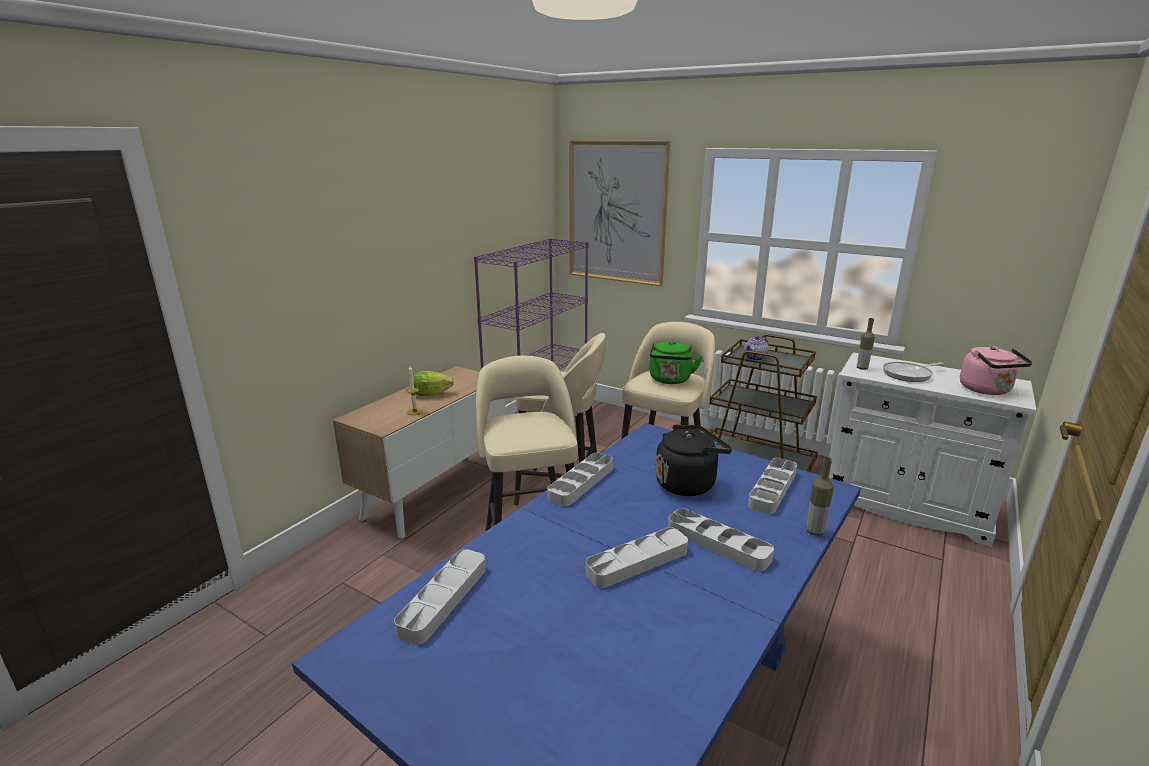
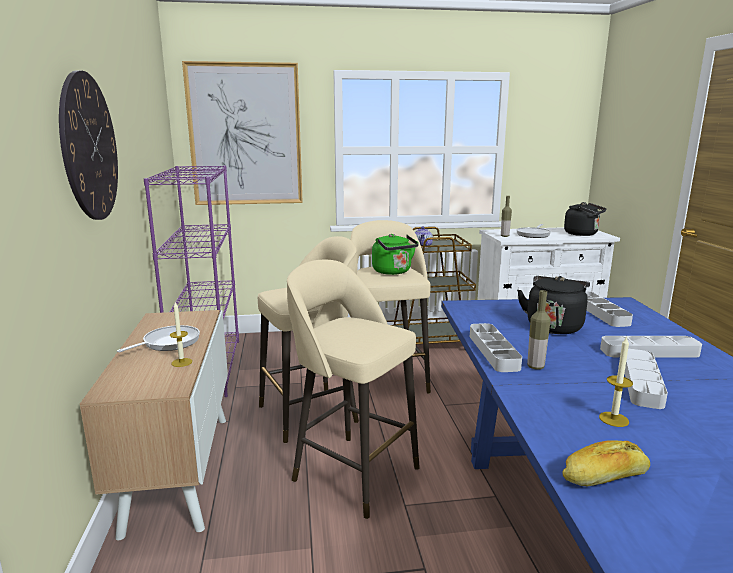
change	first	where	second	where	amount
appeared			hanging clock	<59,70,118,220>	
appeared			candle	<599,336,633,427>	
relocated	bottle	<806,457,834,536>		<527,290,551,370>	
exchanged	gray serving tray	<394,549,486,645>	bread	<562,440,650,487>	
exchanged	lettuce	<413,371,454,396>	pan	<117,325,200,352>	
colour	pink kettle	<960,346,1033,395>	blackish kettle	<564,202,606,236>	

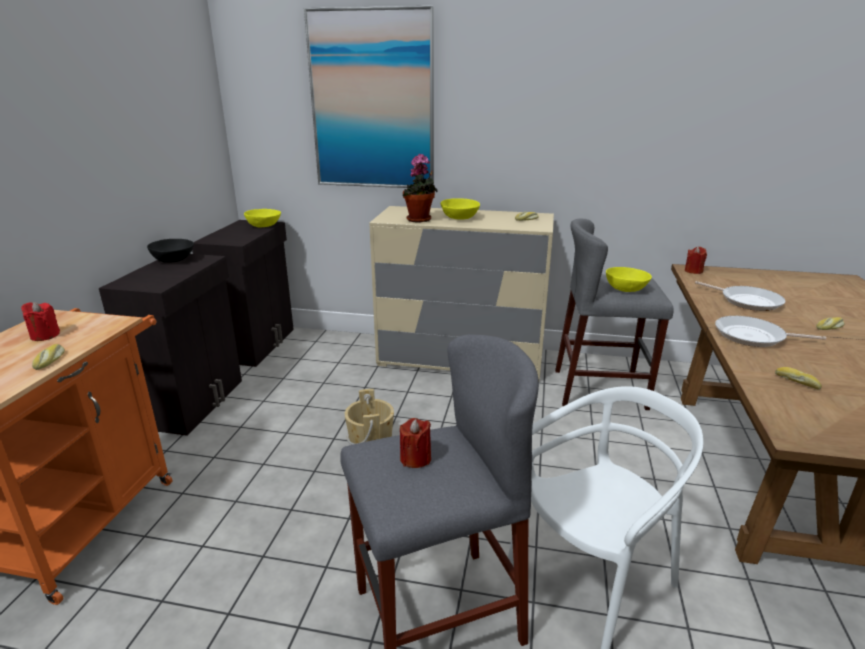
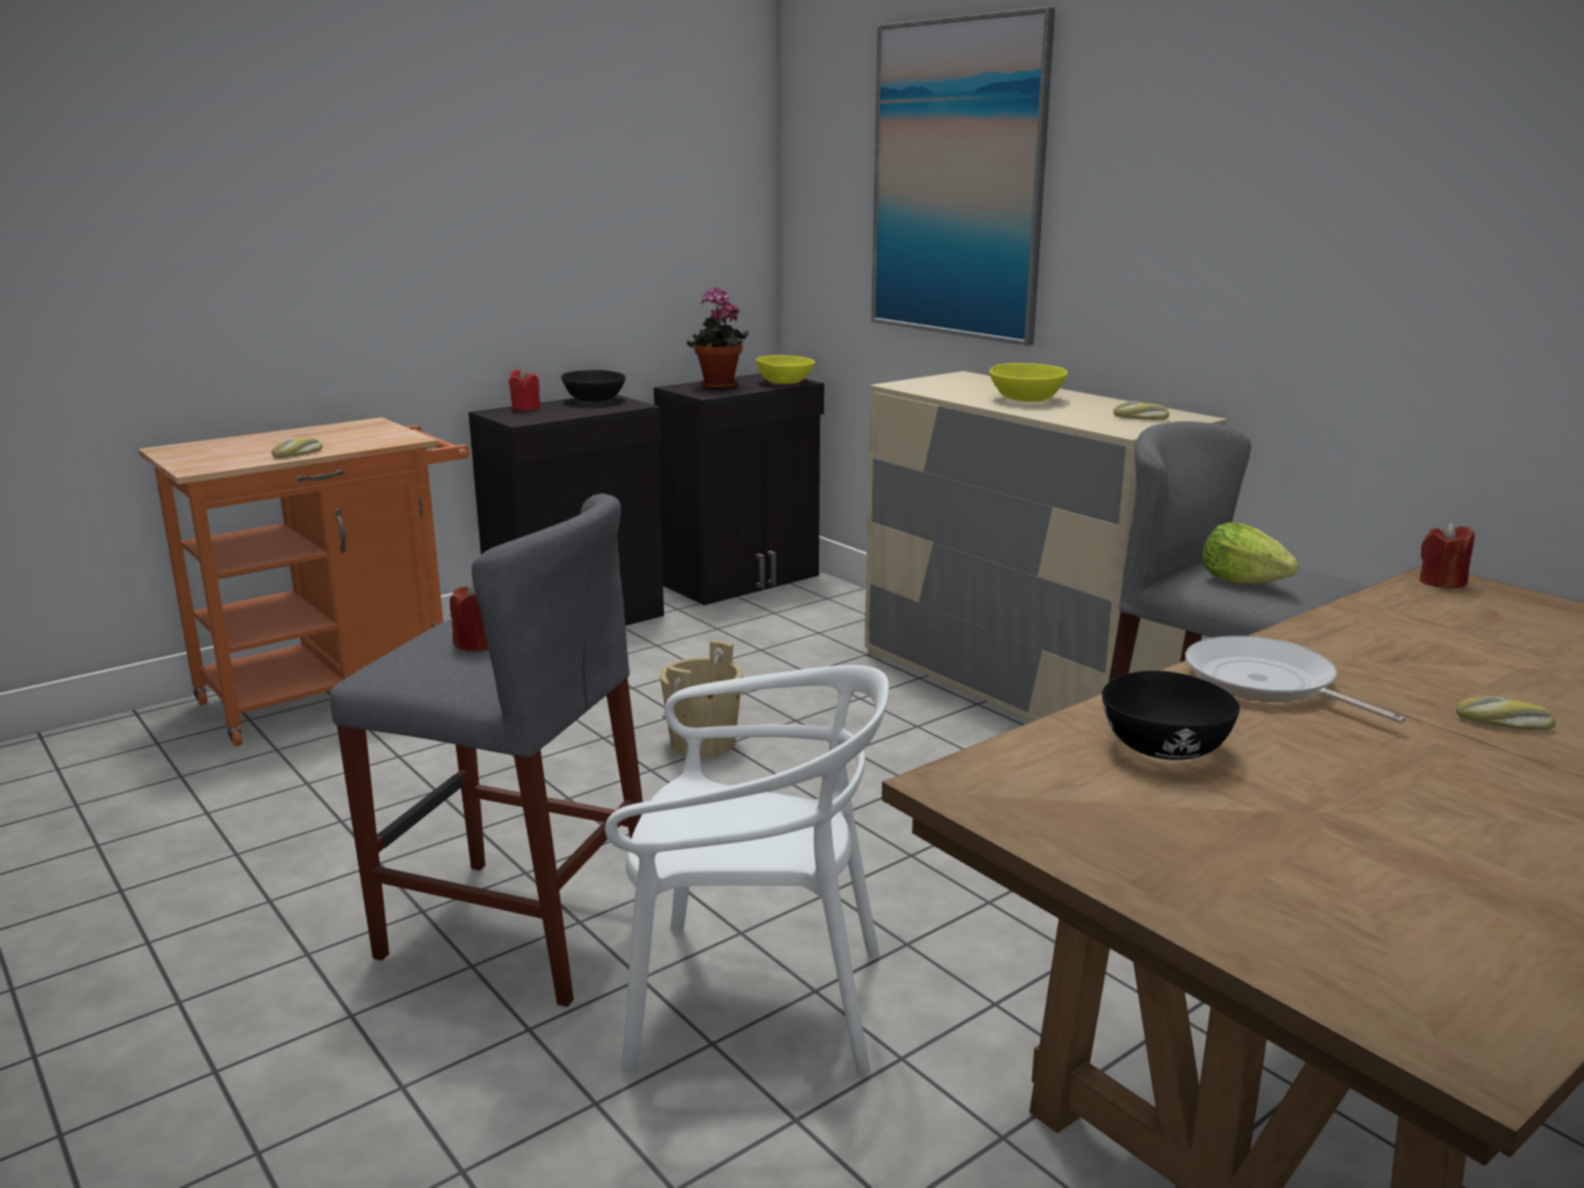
change	first	where	second	where	amount
missing	pan	<695,281,785,311>			
relocated	red candle	<21,302,60,341>		<509,368,541,411>	
relocated	potted plant	<402,154,438,223>		<687,288,749,389>	
exchanged	yellow bowl	<606,267,652,292>	lettuce	<1202,523,1299,584>	
exchanged	bread	<775,367,822,390>	blackish bowl	<1102,671,1240,760>	

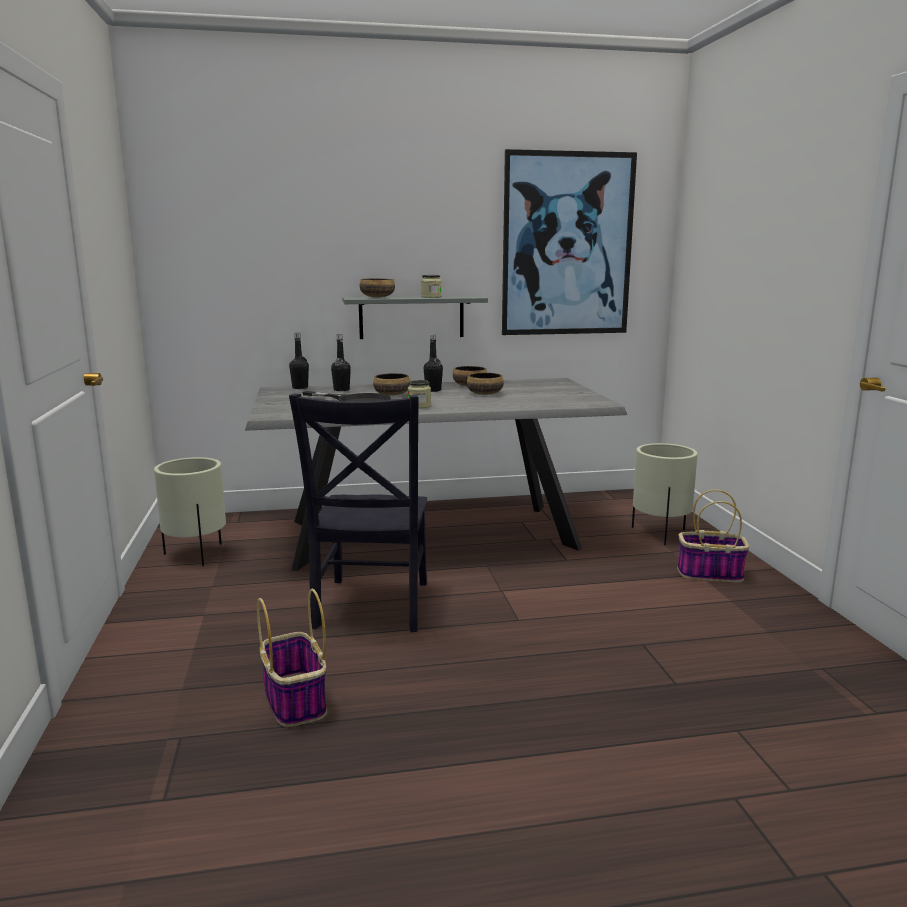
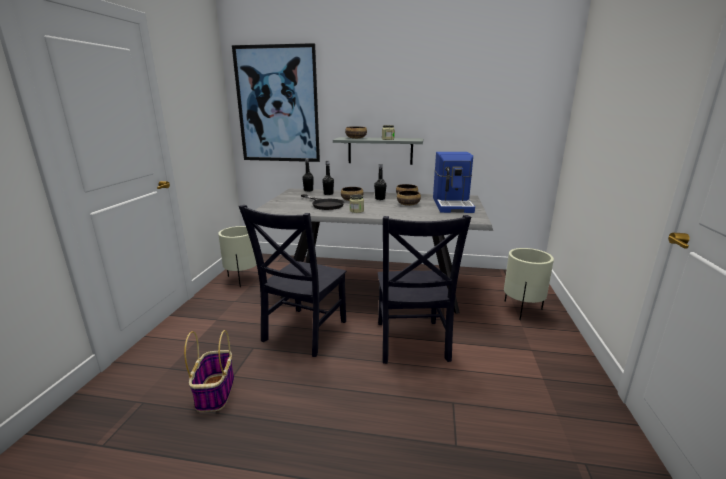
change	first	where	second	where	amount
missing	household basket	<677,489,749,582>			
appeared			blackish plain chair	<378,215,471,364>	
appeared			coffee brewer	<433,152,475,213>	
relocated	wall art	<502,149,637,335>		<232,43,320,162>	

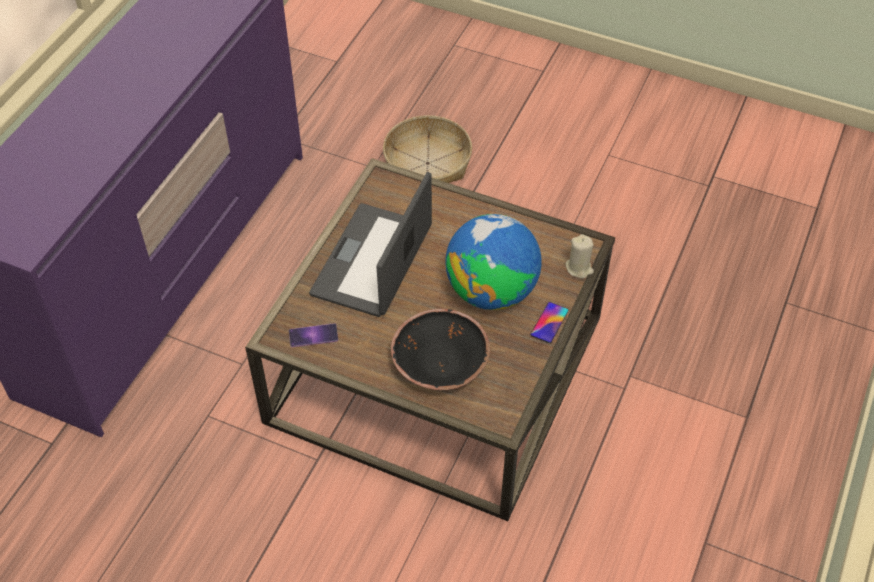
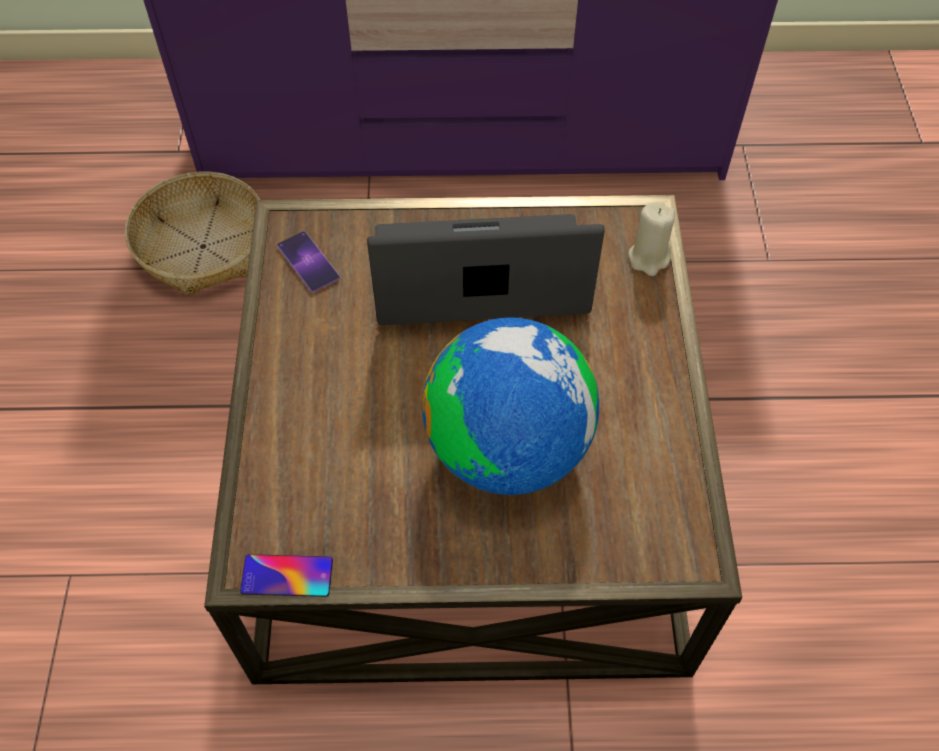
change	first	where	second	where	amount
missing	blackish bowl	<391,309,490,390>			
relocated	household basket	<383,115,472,183>		<125,171,260,296>	
relocated	telephone	<530,302,569,343>		<240,554,333,597>	
relocated	beige-coloured candle	<566,234,594,279>		<628,202,675,276>	

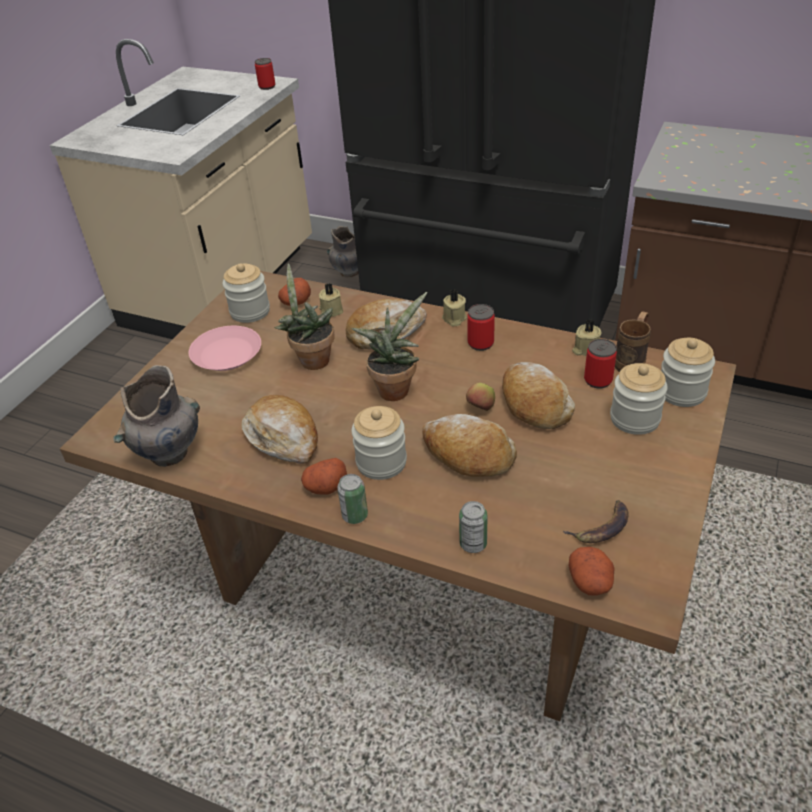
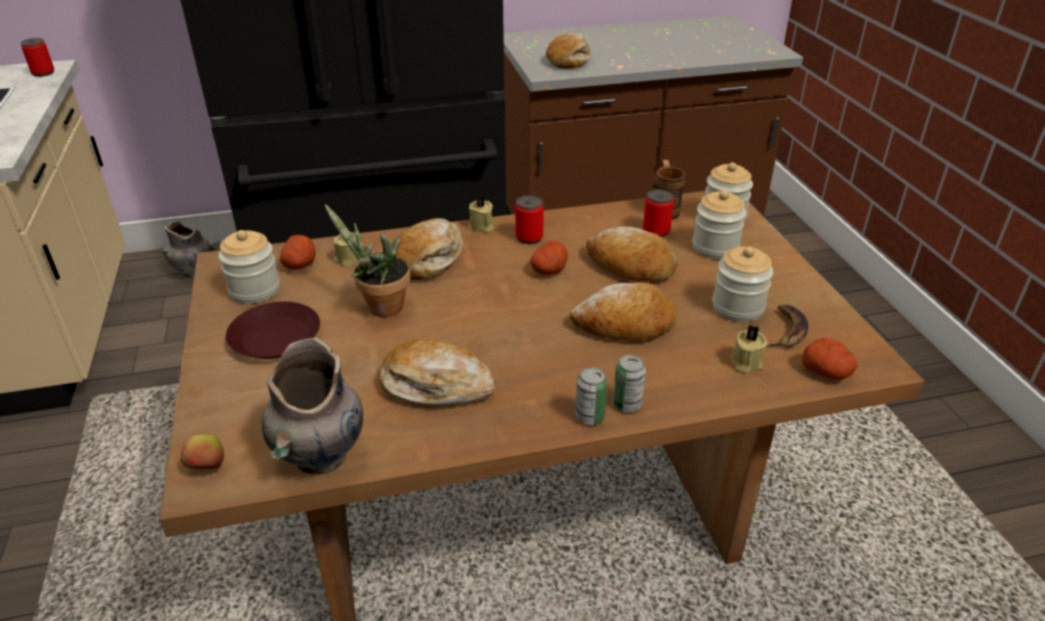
change	first	where	second	where	amount
missing	potted plant	<351,292,427,401>			
appeared			bread	<546,32,591,69>	
relocated	whole potato	<301,458,347,495>		<530,241,568,275>	
relocated	storage jar	<351,406,407,480>		<712,246,773,322>	
relocated	can	<459,501,488,553>		<613,355,646,413>	
relocated	apple fruit	<466,383,495,411>		<181,434,224,469>	
relocated	beige-coloured candle	<572,320,601,356>		<730,325,768,374>	
colour	pink flat dish	<189,326,261,371>	brown flat dish	<226,302,320,359>	

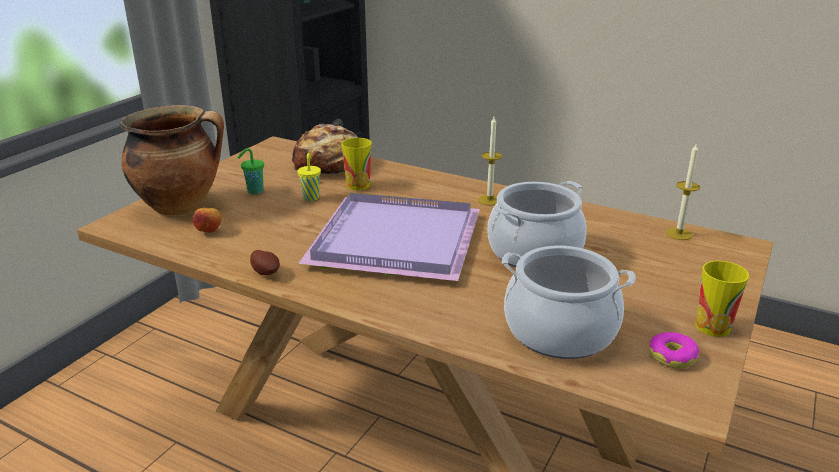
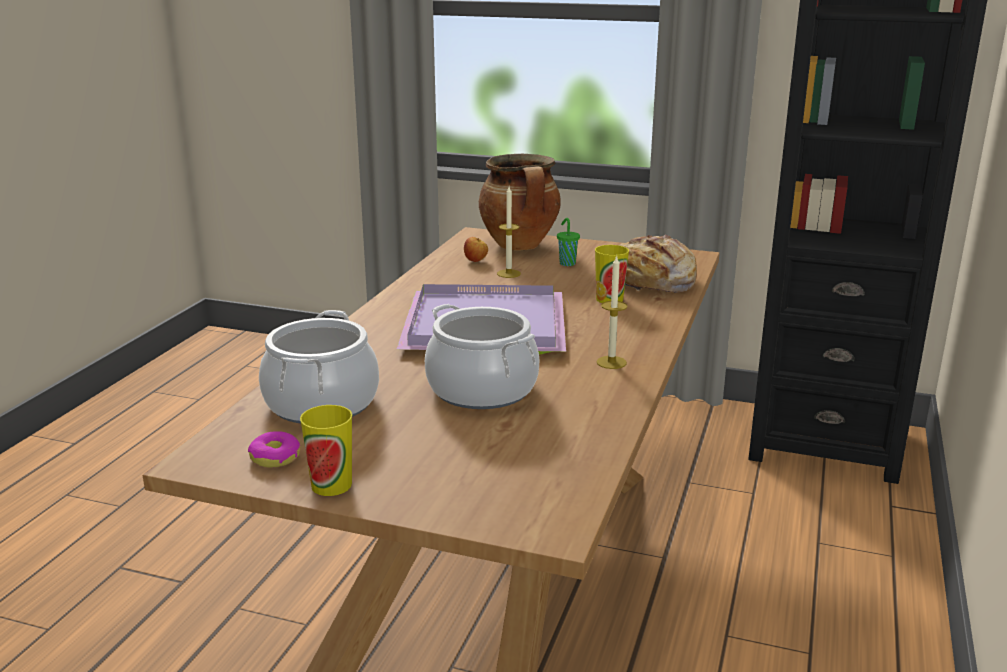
change	first	where	second	where	amount
missing	whole potato	<250,250,280,275>			
missing	yellow drinking cup	<297,153,321,201>			
relocated	candle	<666,142,700,240>		<497,187,521,278>	

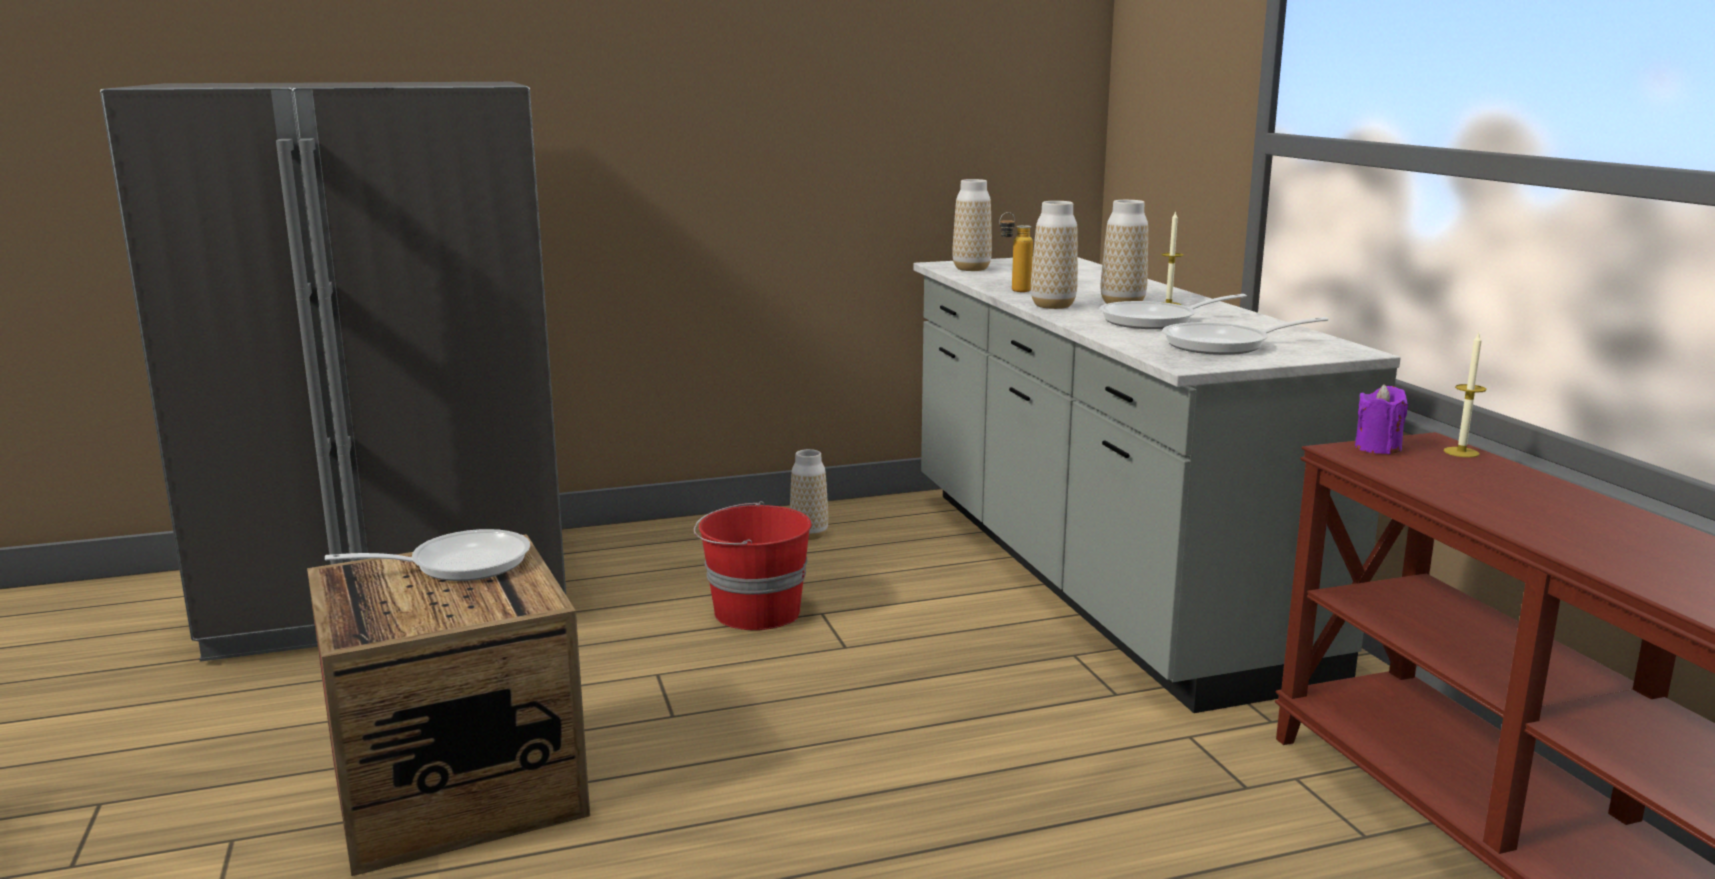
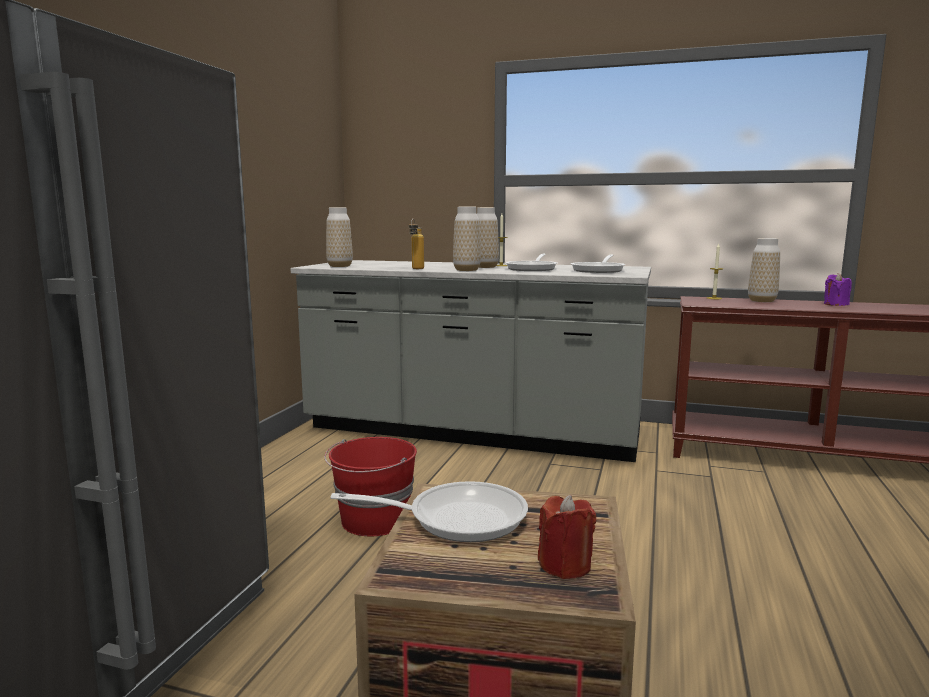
change	first	where	second	where	amount
appeared			red candle	<538,495,596,579>	
relocated	vase	<790,449,828,540>		<748,238,780,302>	
relocated	purple-coloured candle	<1355,384,1408,454>		<824,273,852,306>	
spun	pan	<325,529,530,581>		<330,481,528,542>	75 degrees clockwise

